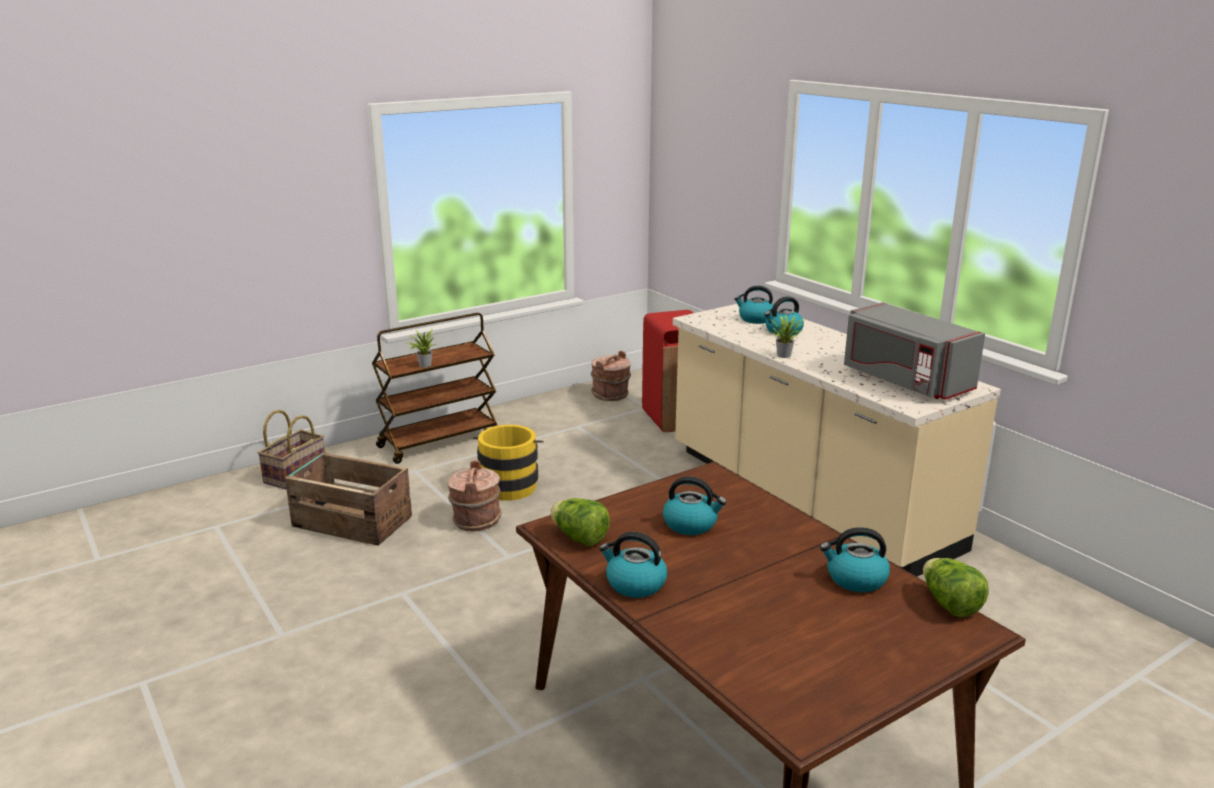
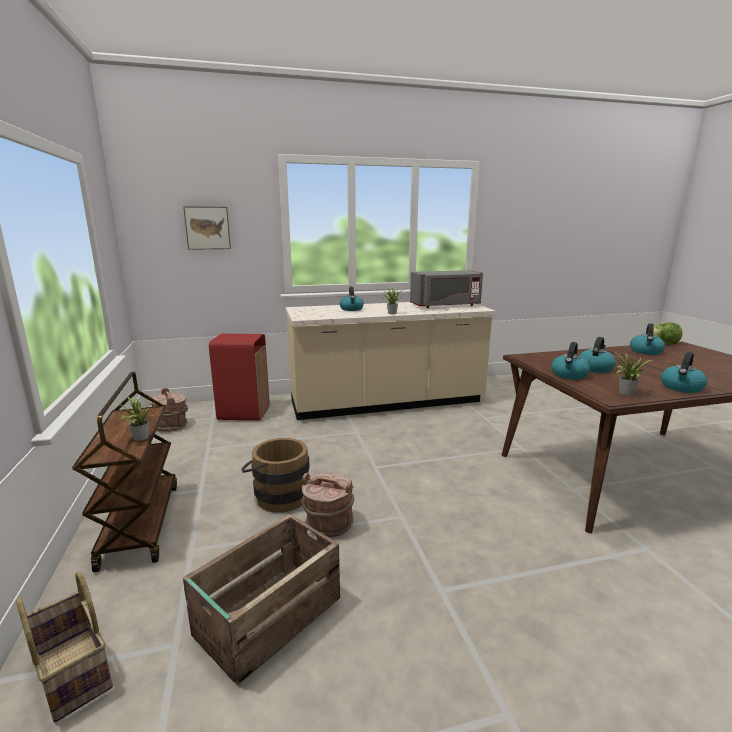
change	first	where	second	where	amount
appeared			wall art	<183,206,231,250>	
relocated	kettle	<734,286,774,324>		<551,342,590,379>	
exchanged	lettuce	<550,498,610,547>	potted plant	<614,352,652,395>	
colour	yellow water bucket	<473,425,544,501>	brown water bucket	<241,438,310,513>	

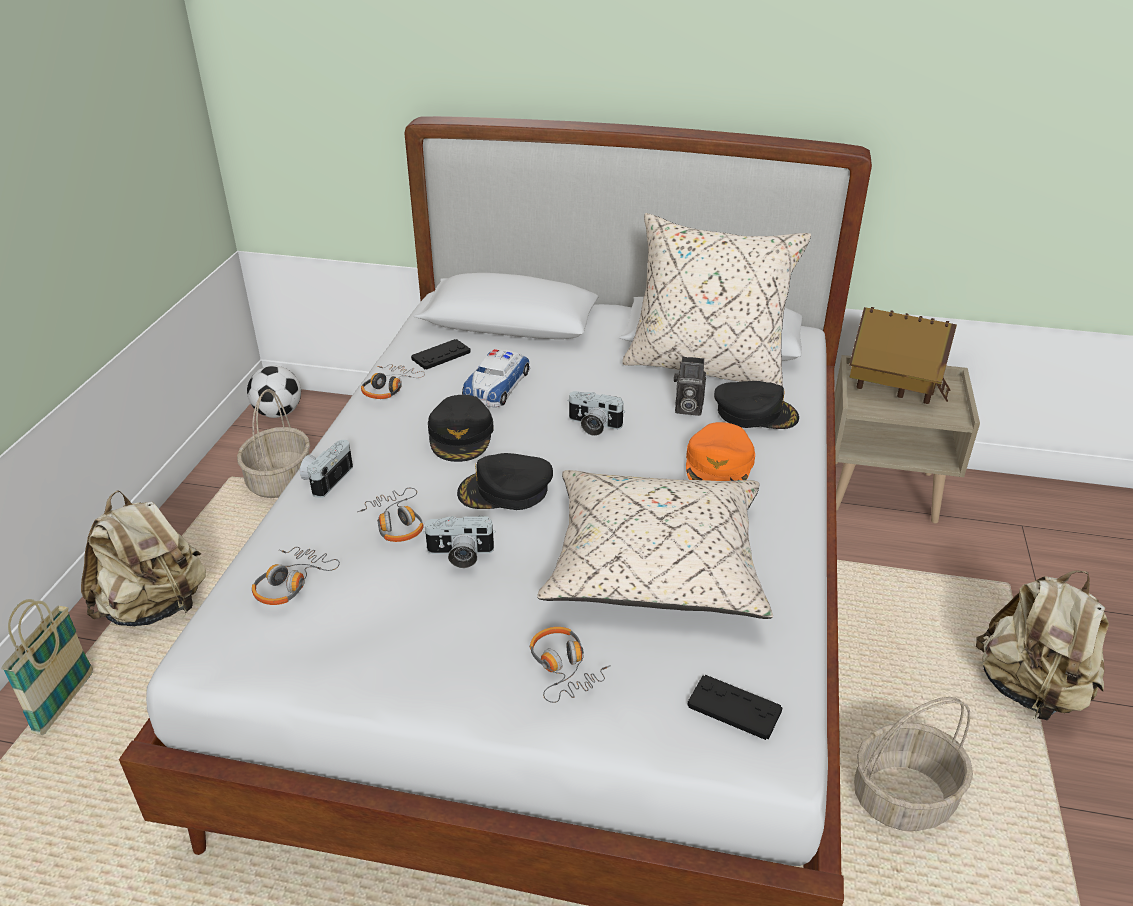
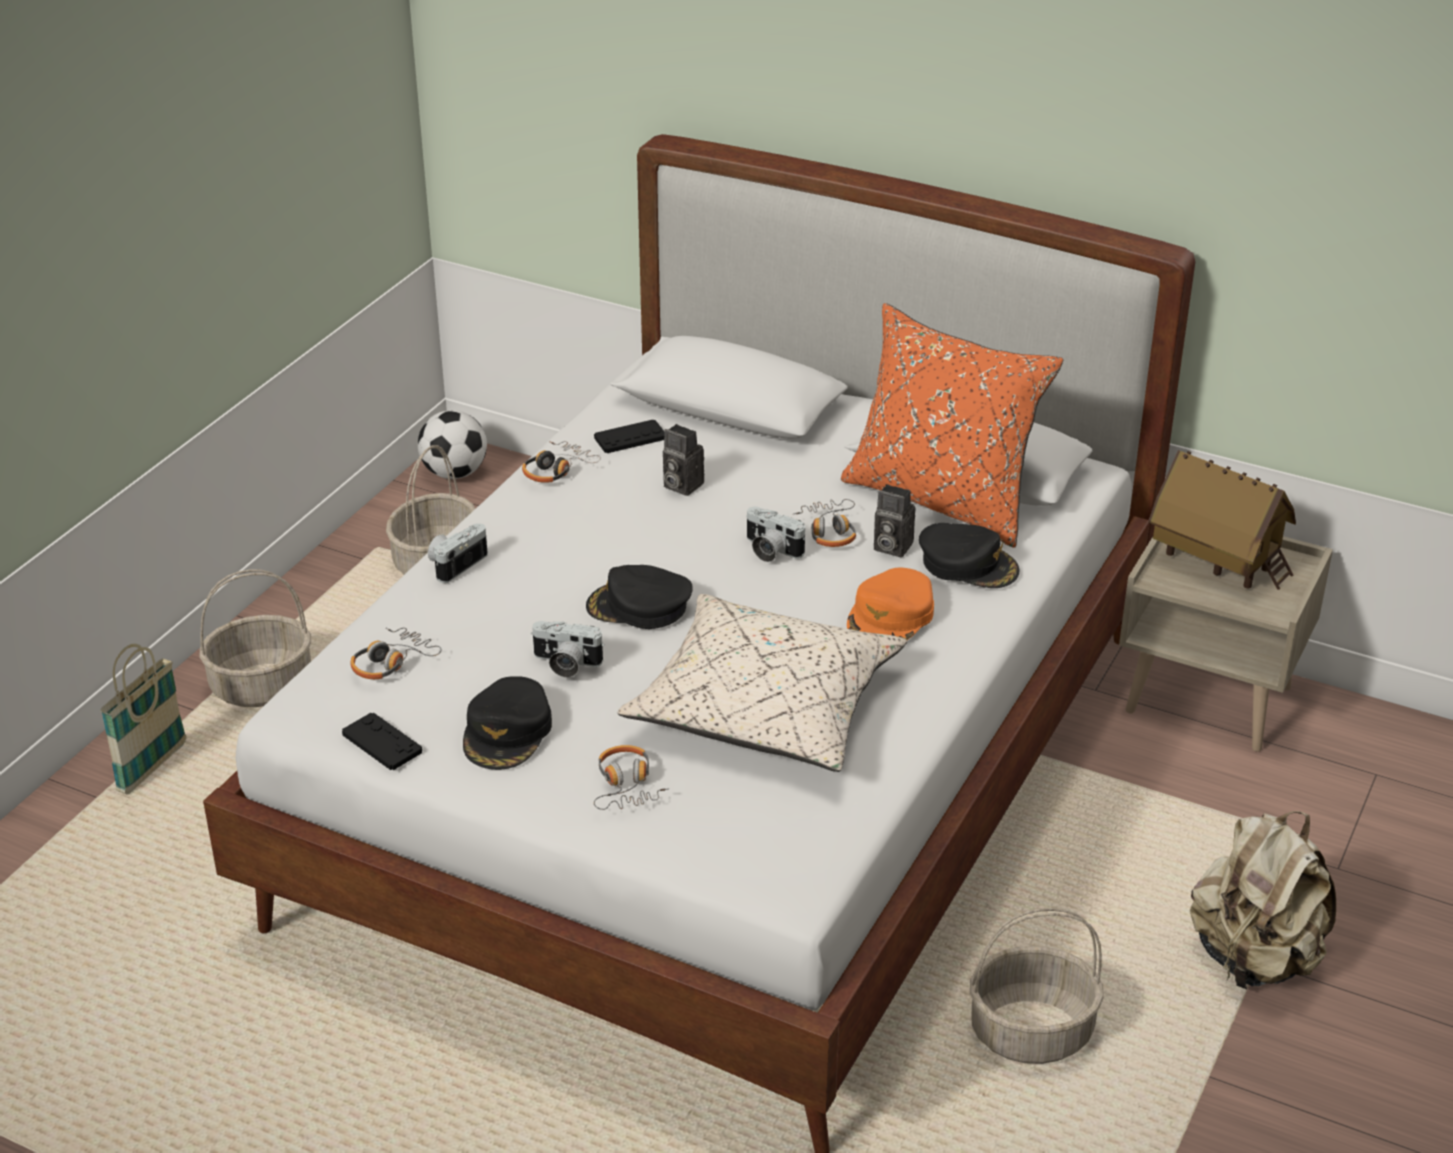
change	first	where	second	where	amount
relocated	headphones	<357,488,424,542>		<793,499,856,547>	
relocated	blackish baseball cap	<428,395,494,462>		<463,676,552,770>	
relocated	blackish gamepad	<687,675,783,740>		<342,713,422,770>	
exchanged	beige-coloured rucksack	<81,490,206,626>	household basket	<199,569,311,707>	
exchanged	model car	<462,349,530,407>	photo camera	<663,424,704,496>	
colour	beige-coloured pillow	<622,213,811,386>	orangey pillow	<841,303,1063,548>	

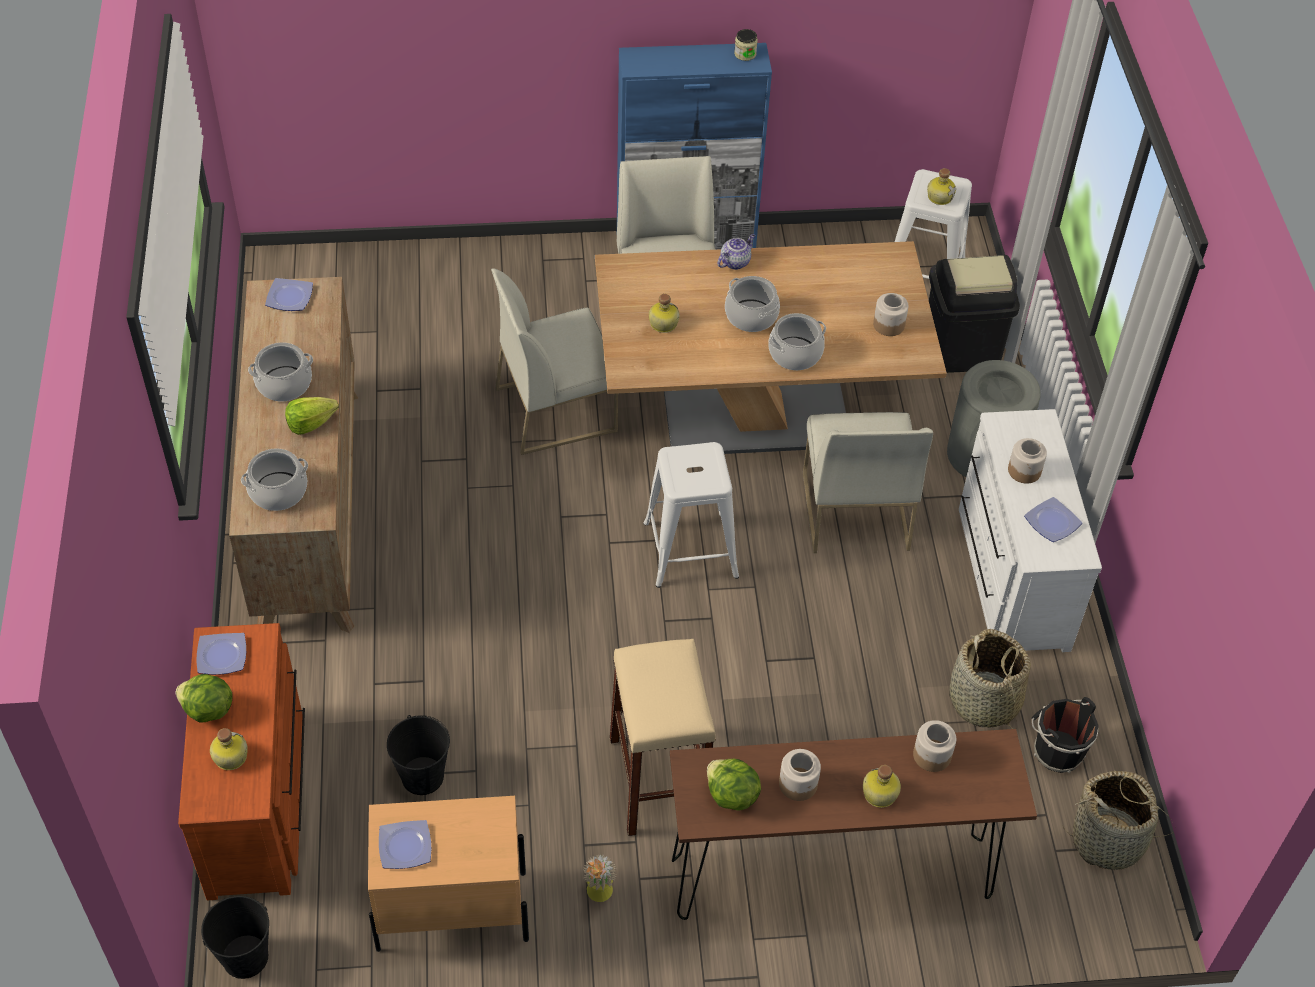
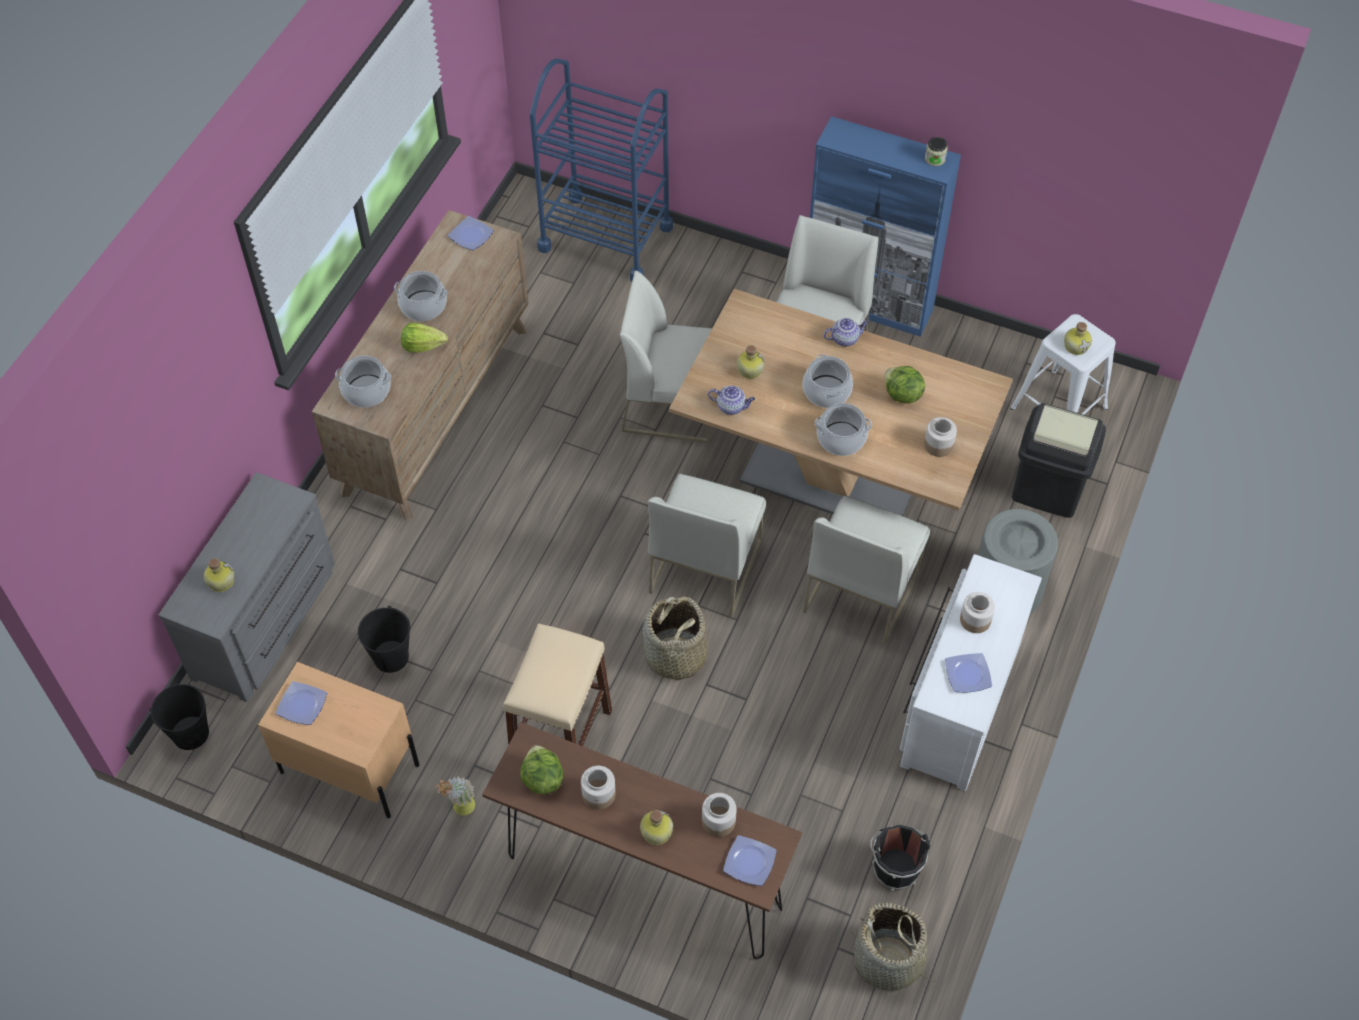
change	first	where	second	where	amount
appeared			blue-coloured cart	<530,59,673,281>	
appeared			pot for tea	<708,386,755,415>	
relocated	lettuce	<175,674,233,723>		<884,366,925,404>	
relocated	flat dish	<197,633,246,675>		<723,835,777,886>	
relocated	household basket	<949,629,1031,729>		<643,596,708,686>	
exchanged	white stool	<643,442,739,588>	white plain chair	<648,474,766,618>	
colour	brown drawer chest	<178,623,305,900>	gray drawer chest	<159,472,335,702>	

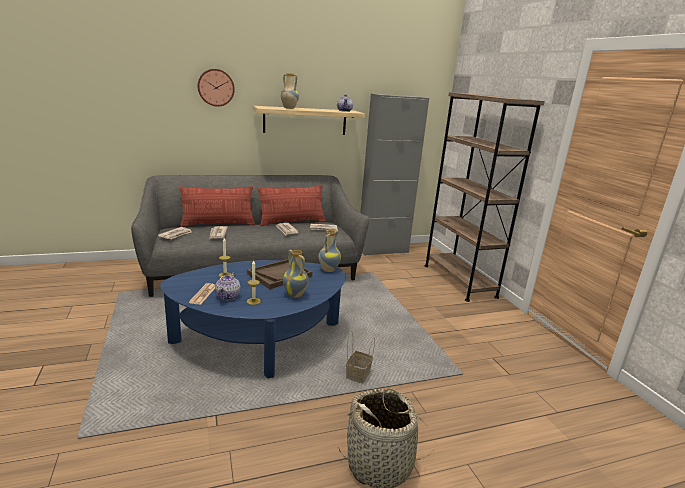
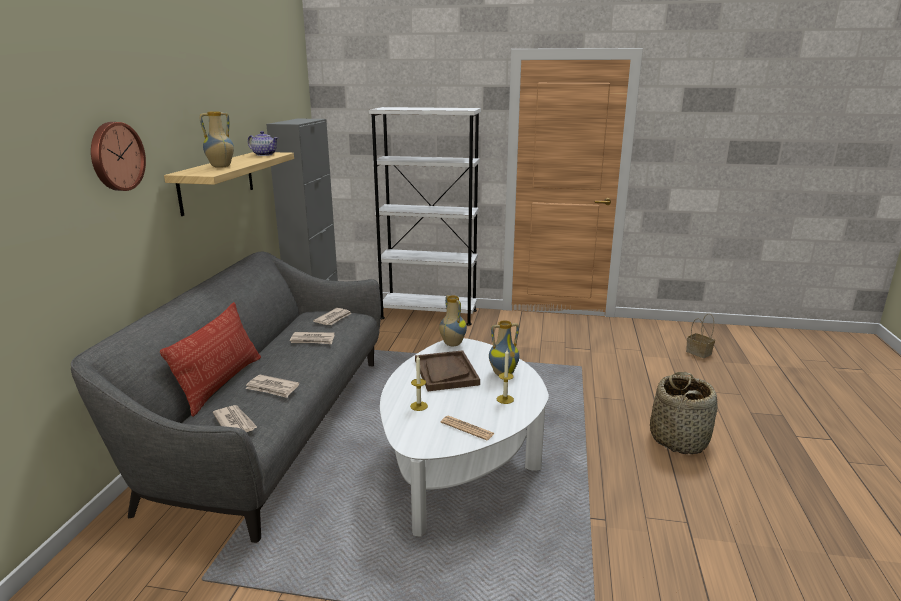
change	first	where	second	where	amount
missing	pot for tea	<215,273,241,300>			
missing	pillow	<258,185,326,226>			
relocated	household basket	<346,331,375,383>		<686,313,715,358>	
colour	blue-coloured low table	<160,260,345,378>	white low table	<380,338,549,537>	
colour	brown bookshelf	<425,92,545,302>	white bookshelf	<369,107,481,326>	

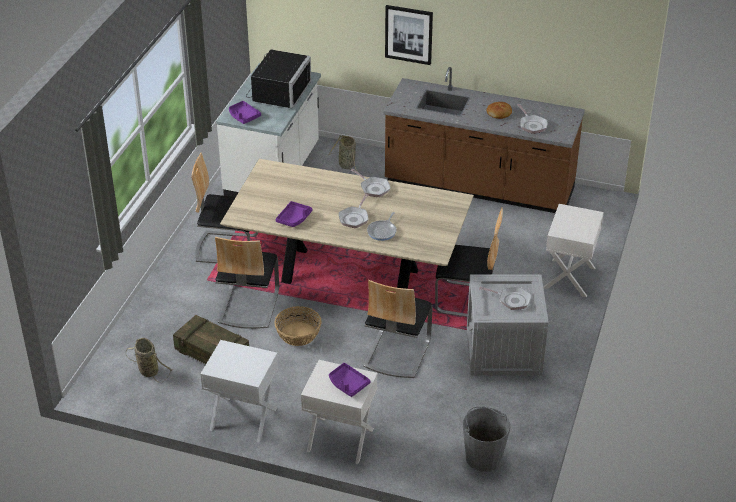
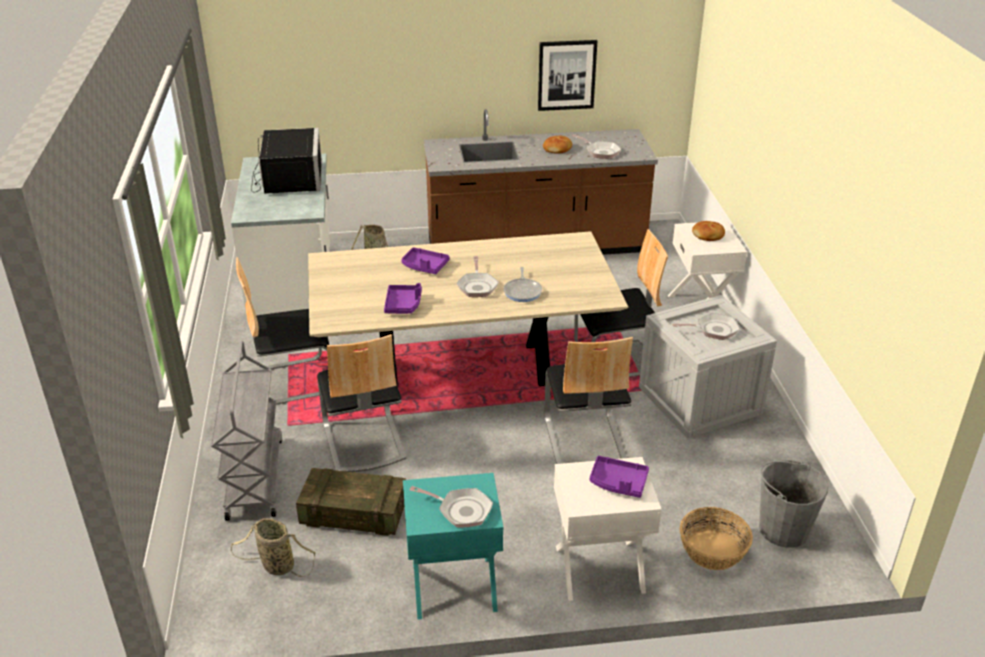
change	first	where	second	where	amount
appeared			gray cart	<211,341,282,521>	
appeared			bread	<692,221,725,241>	
relocated	purple-coloured serving tray	<229,101,261,124>		<401,247,450,274>	
relocated	household basket	<274,306,322,346>		<680,507,753,570>	
relocated	pan	<351,169,391,197>		<409,486,493,528>	
relocated	wall art	<385,5,433,65>		<538,40,597,111>	
colour	white nightstand	<200,340,278,443>	turquoise-coloured nightstand	<403,473,503,620>	

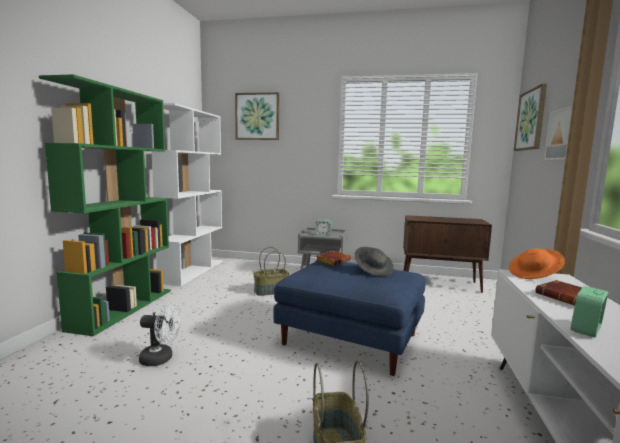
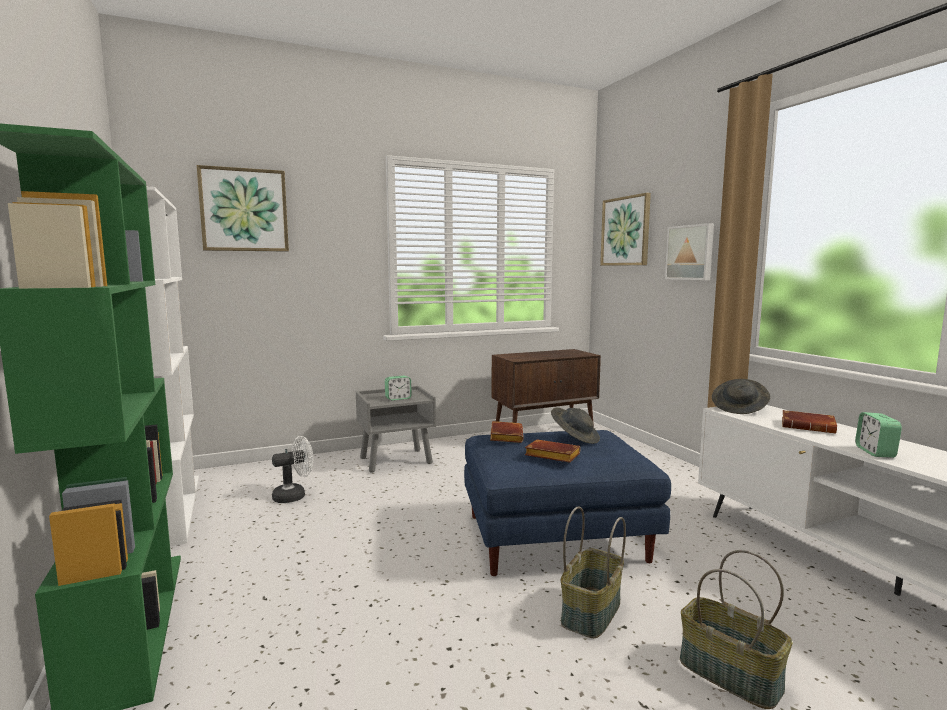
change	first	where	second	where	amount
appeared			brown book	<525,440,580,463>	
relocated	white cooling fan	<139,302,182,366>		<272,436,313,503>	
relocated	household basket	<253,247,289,296>		<561,506,626,638>	
colour	orangey clothing hat	<509,249,565,279>	gray clothing hat	<712,379,770,414>	

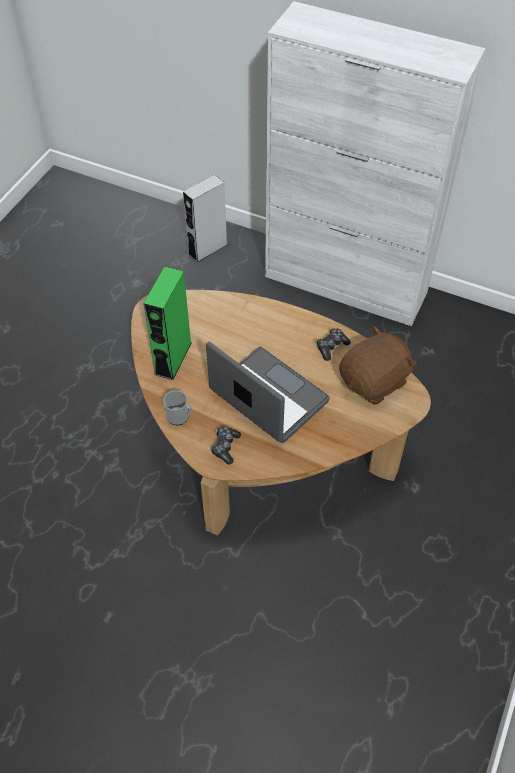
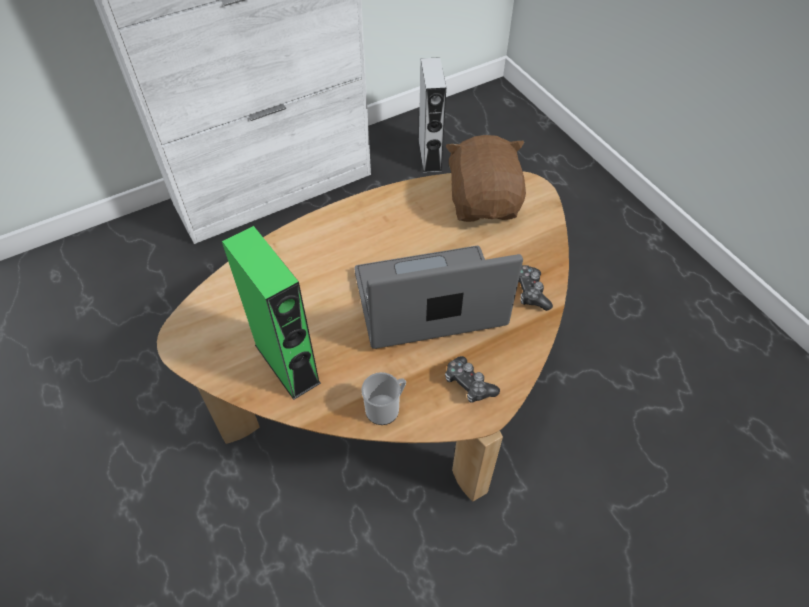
change	first	where	second	where	amount
relocated	gray speaker	<183,174,227,263>		<418,57,446,173>	
relocated	gamepad	<317,328,351,361>		<518,265,553,311>	

